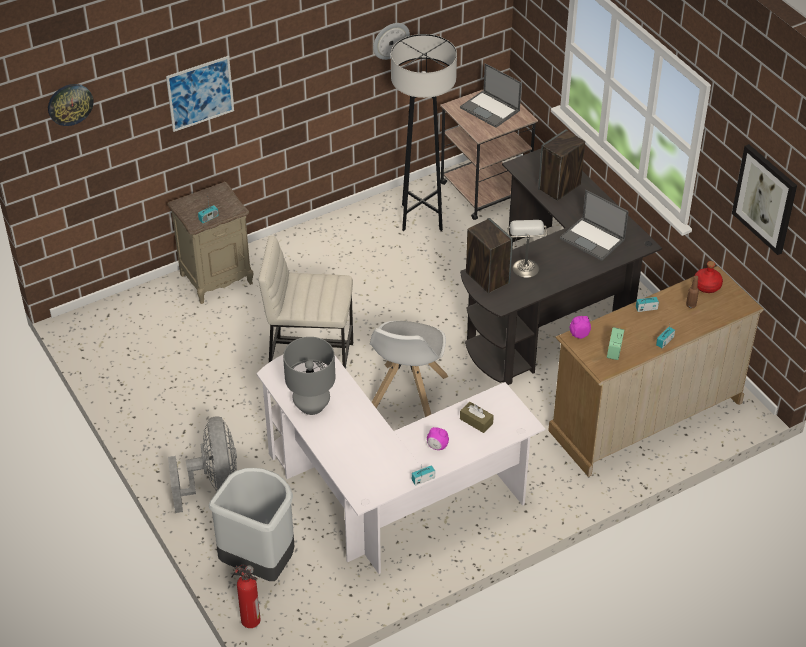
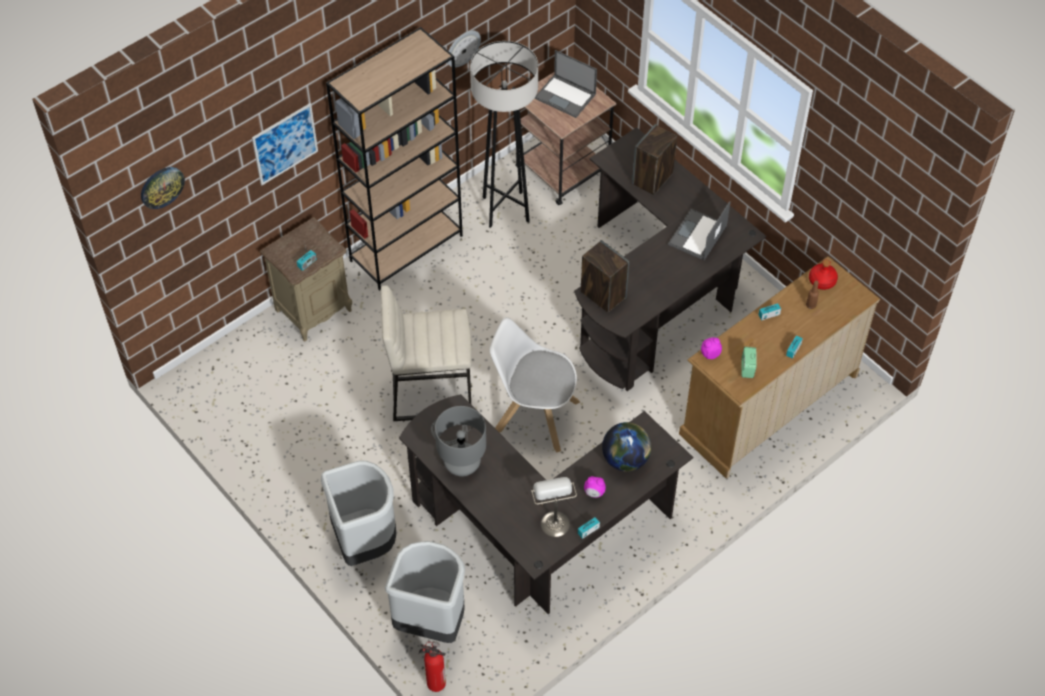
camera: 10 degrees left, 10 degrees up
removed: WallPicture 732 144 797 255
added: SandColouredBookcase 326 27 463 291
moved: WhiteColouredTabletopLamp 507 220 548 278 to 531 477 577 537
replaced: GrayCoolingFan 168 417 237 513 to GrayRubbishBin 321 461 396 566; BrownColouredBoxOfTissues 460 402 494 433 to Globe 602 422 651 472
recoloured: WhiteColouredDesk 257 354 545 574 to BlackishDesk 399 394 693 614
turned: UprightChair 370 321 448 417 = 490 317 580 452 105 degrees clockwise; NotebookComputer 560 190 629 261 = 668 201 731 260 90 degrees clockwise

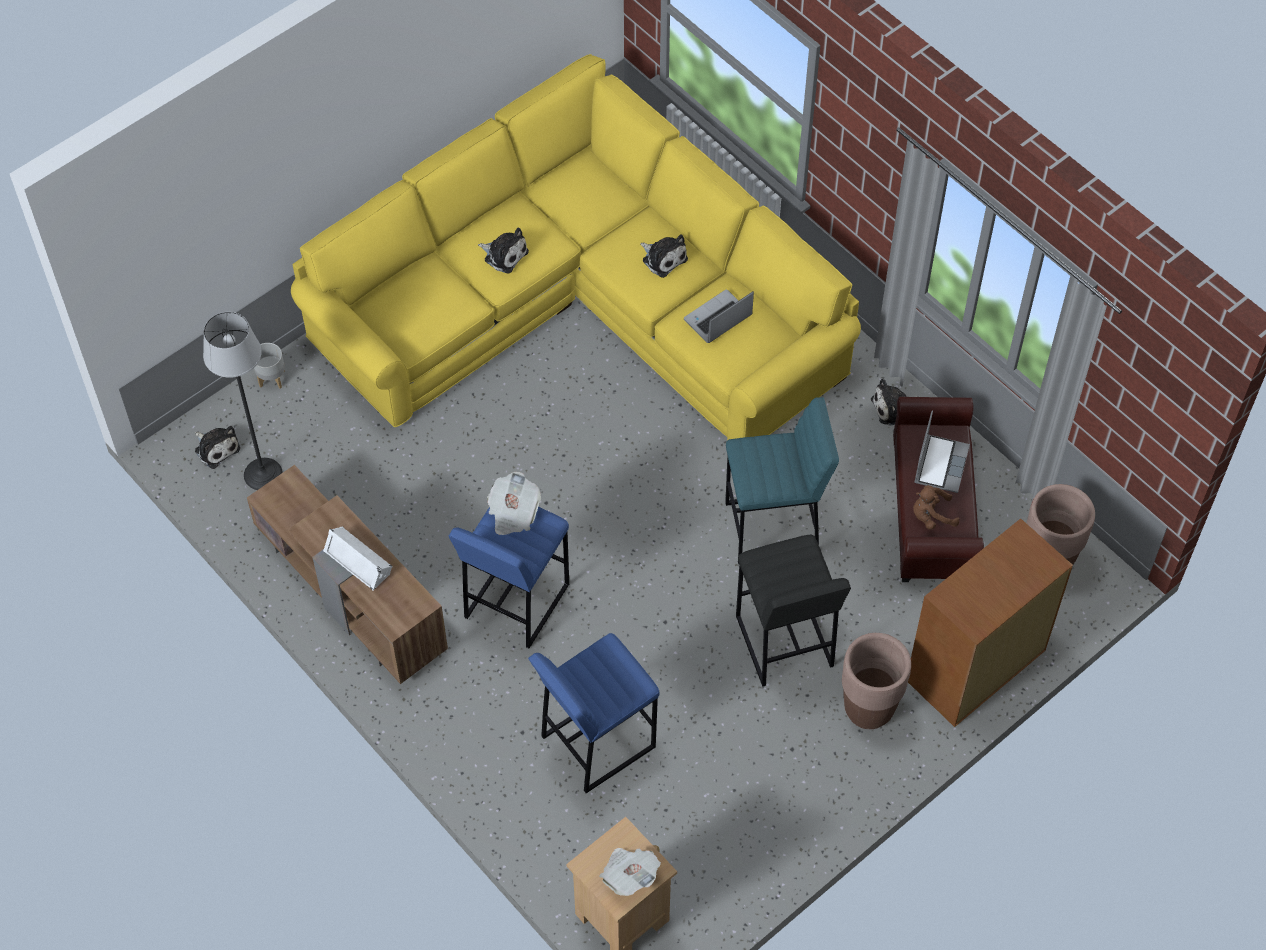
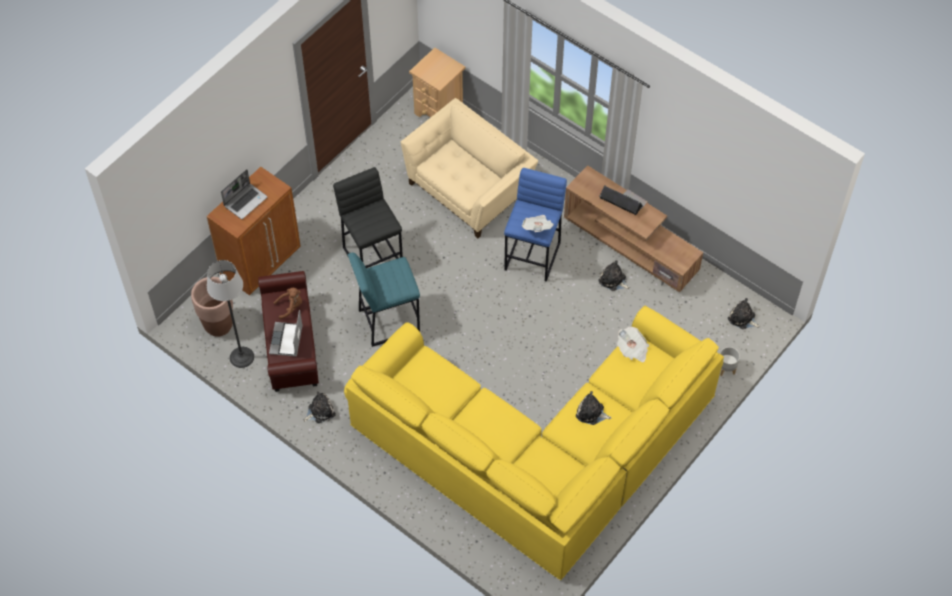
camera: 170 degrees right, 0 degrees up
removed: BrownColouredFlowerPot 842 633 911 729
moved: FloorLamp 203 312 283 490 to 207 260 254 368; PrintedPaper 599 848 661 896 to 617 327 649 362; PlushToy 640 234 688 278 to 598 260 630 291; NotebookComputer 684 289 754 343 to 221 169 267 219
replaced: BluishStool 528 633 660 793 to SandColouredArmchair 401 98 538 238
recoloured: WhiteColouredSpeaker 323 526 392 591 to BlackishSpeaker 599 185 643 215

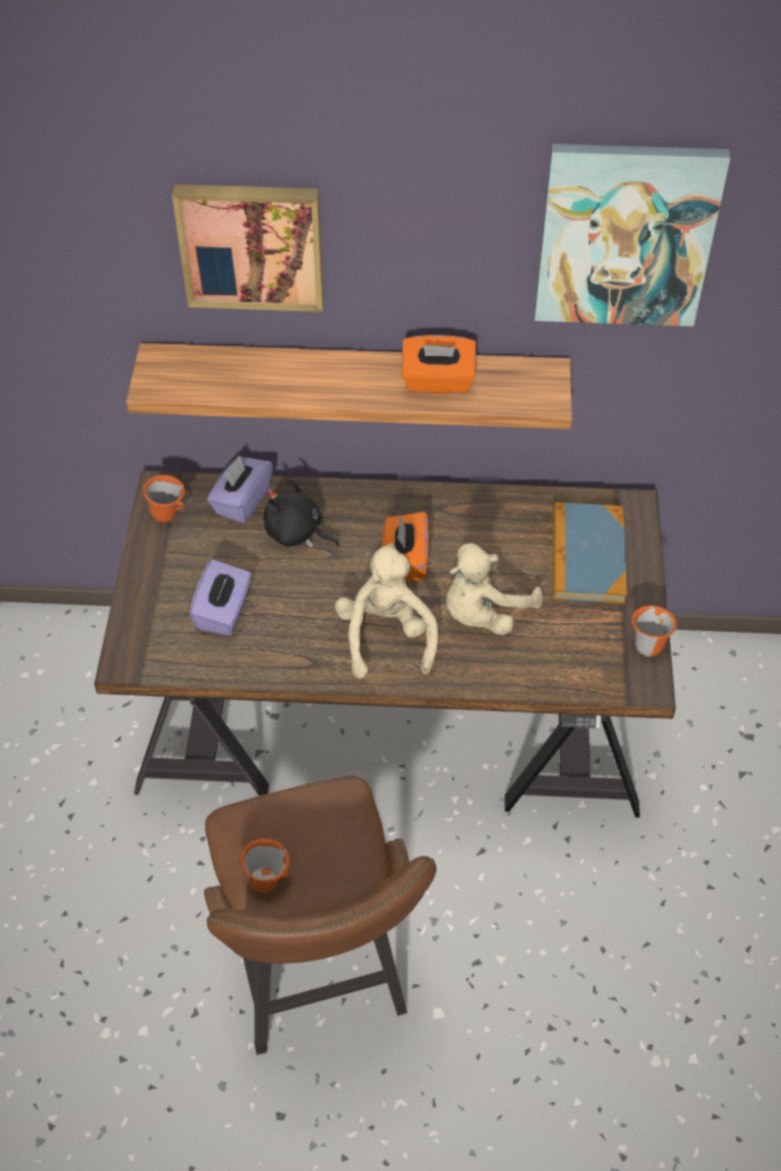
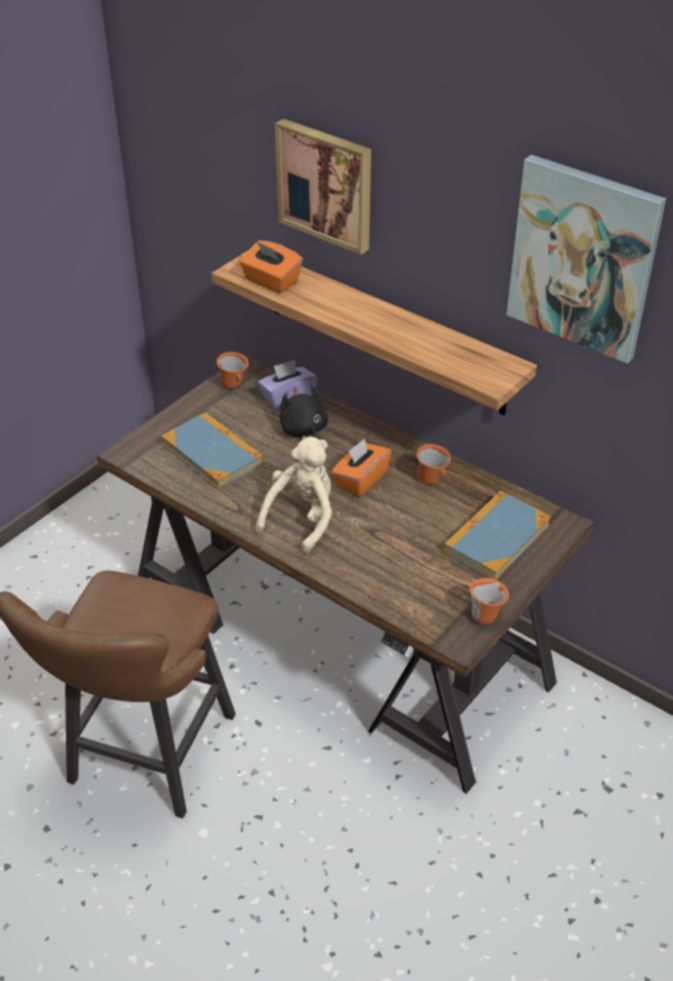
camera: 35 degrees right, 10 degrees down
removed: SandColouredPlushToy 446 543 543 635
moved: OrangeColouredCoffeeMug 240 838 290 892 to 416 444 451 485; OrangeColouredBoxOfTissues 402 335 476 394 to 239 240 303 293
replaced: PurpleBoxOfTissues 189 559 252 636 to BoundBook 161 412 264 490

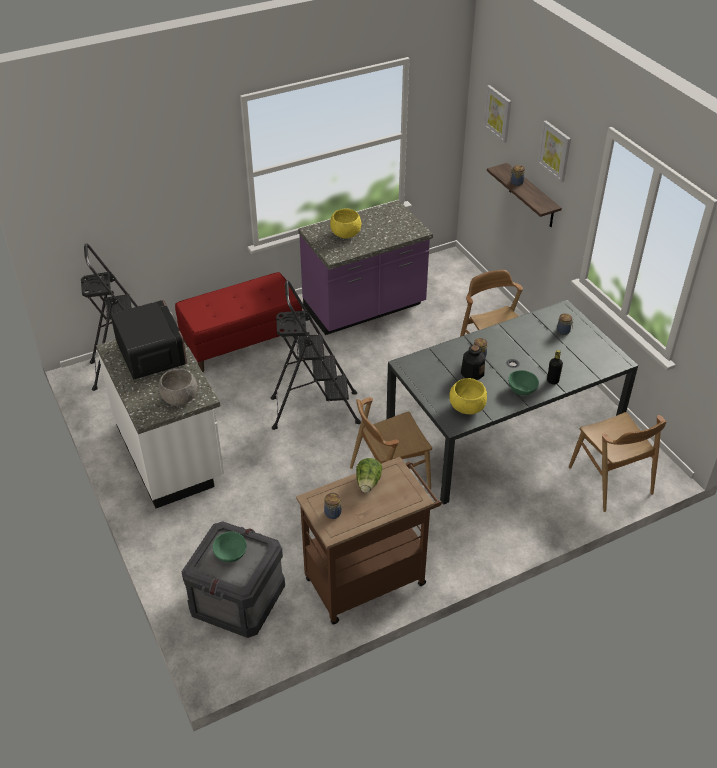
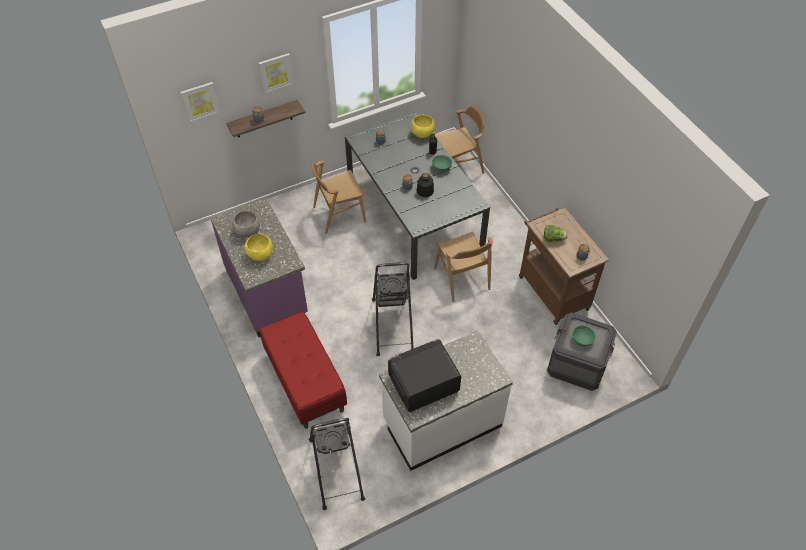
camera: 90 degrees left, 10 degrees up
moved: GrayDeepDish 159 369 197 406 to 232 211 260 237; YellowishDeepDish 449 378 487 414 to 411 115 435 138

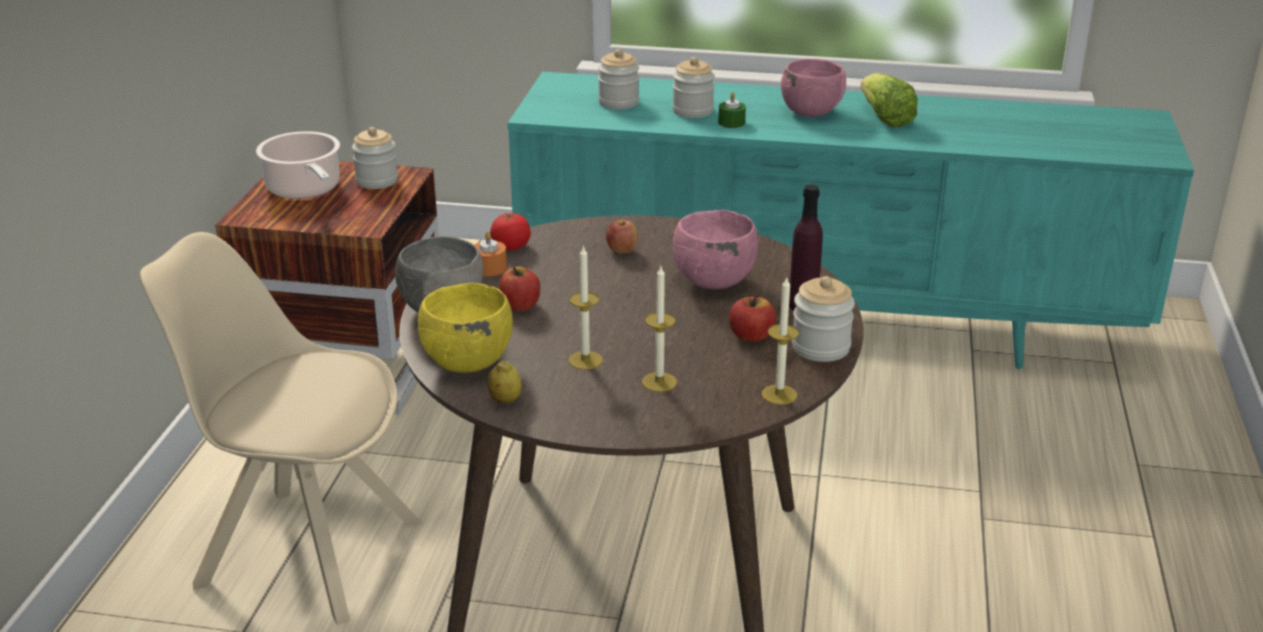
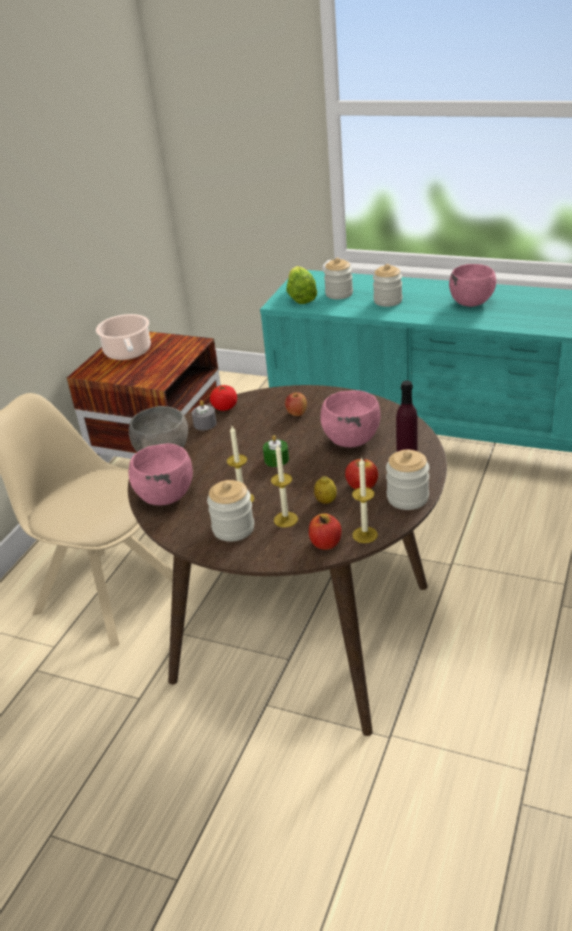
camera: 15 degrees right, 5 degrees up
moved: Jar 352 127 398 189 to 207 480 254 542; WholeLemon 488 361 521 404 to 314 476 337 504; Apple 499 267 540 311 to 309 513 342 550; GreenColouredWaxLight 718 92 746 128 to 263 435 289 467; HeadOfLettuce 860 73 918 127 to 286 266 317 304
recoloured: YellowishDeepDish 418 283 513 373 to PinkishDeepDish 129 443 193 505; OrangeColouredWaxLight 474 231 507 276 to GrayWaxLight 192 400 217 430

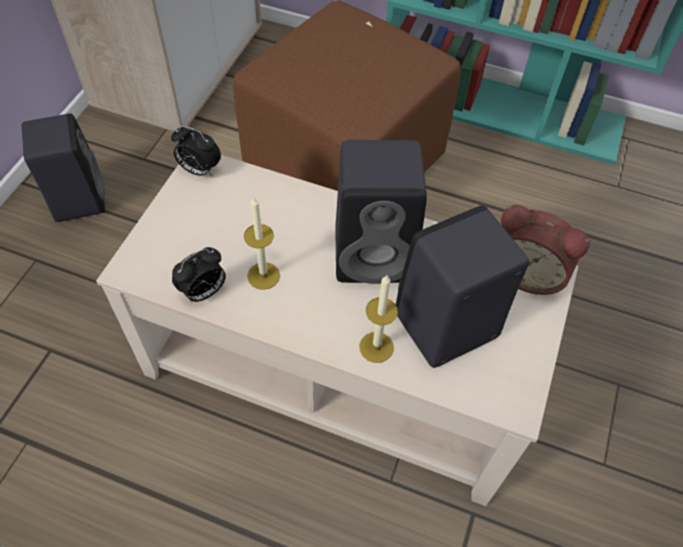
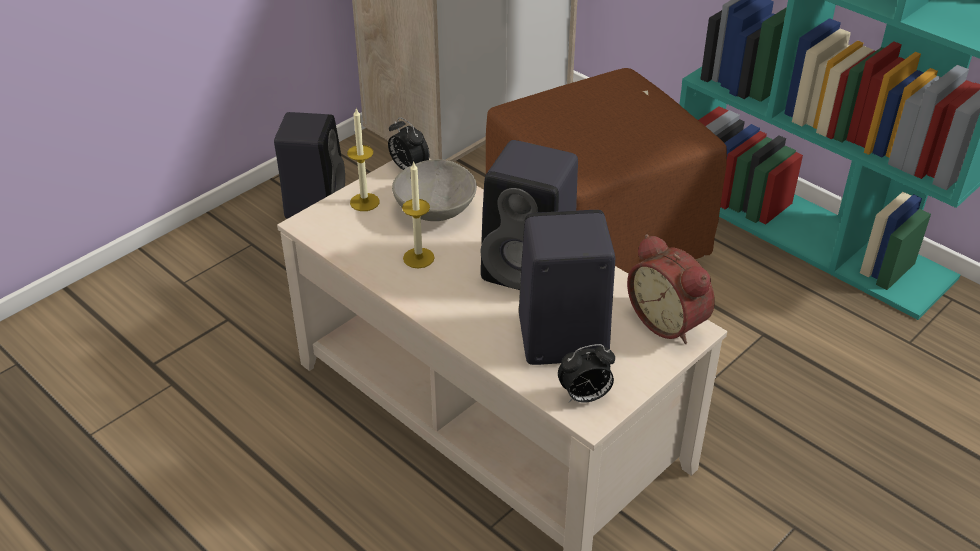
camera: 25 degrees right, 15 degrees down
added: GrayDeepDish 392 159 477 221
moved: BedsideClock 172 247 226 302 to 558 344 615 403; WaxLight 359 275 398 363 to 347 109 380 211

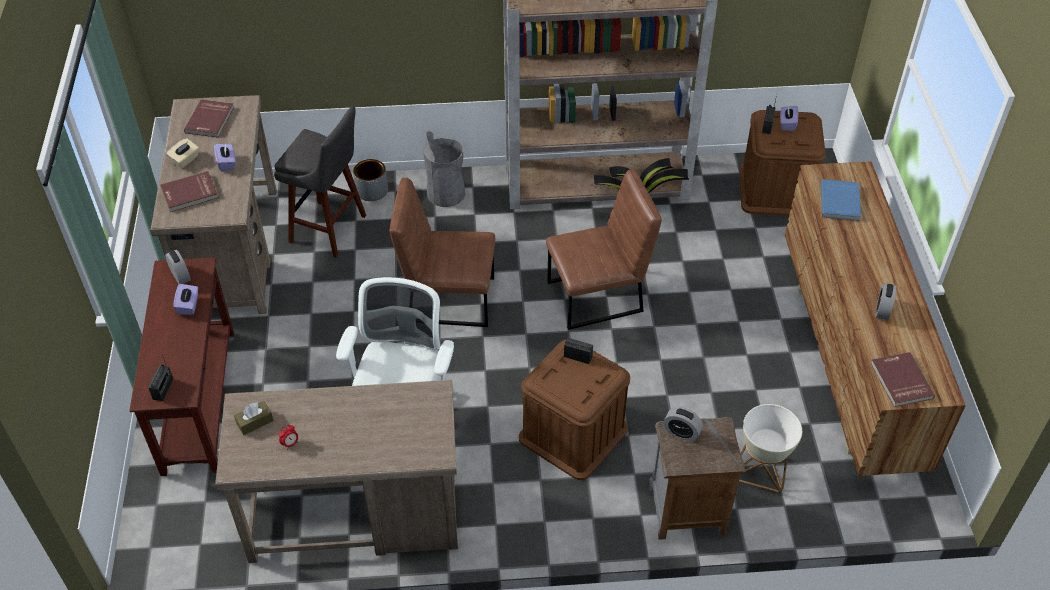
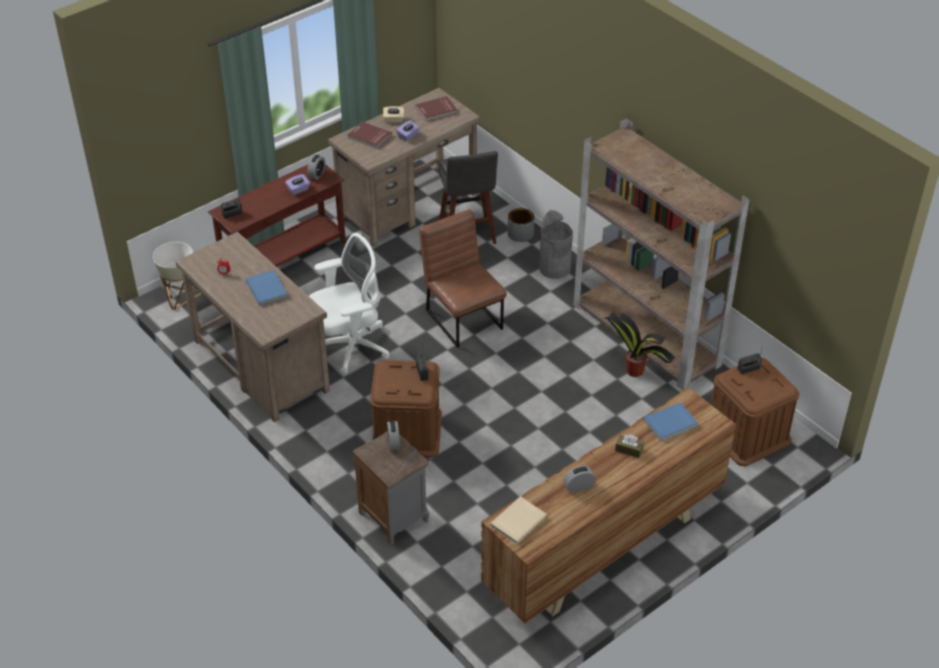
camera: 55 degrees right, 5 degrees down
removed: BrownColouredUprightChair 546 169 662 330; PurpleBoxOfTissues 780 105 798 131
added: BluishBoundBook 246 270 288 306
moved: BrownColouredBoxOfTissues 234 401 273 435 to 615 434 644 458; FlowerPot 739 404 802 493 to 153 242 202 310
recoloured: ReddishBoundBook 871 352 935 407 to SandColouredBoundBook 490 496 547 545

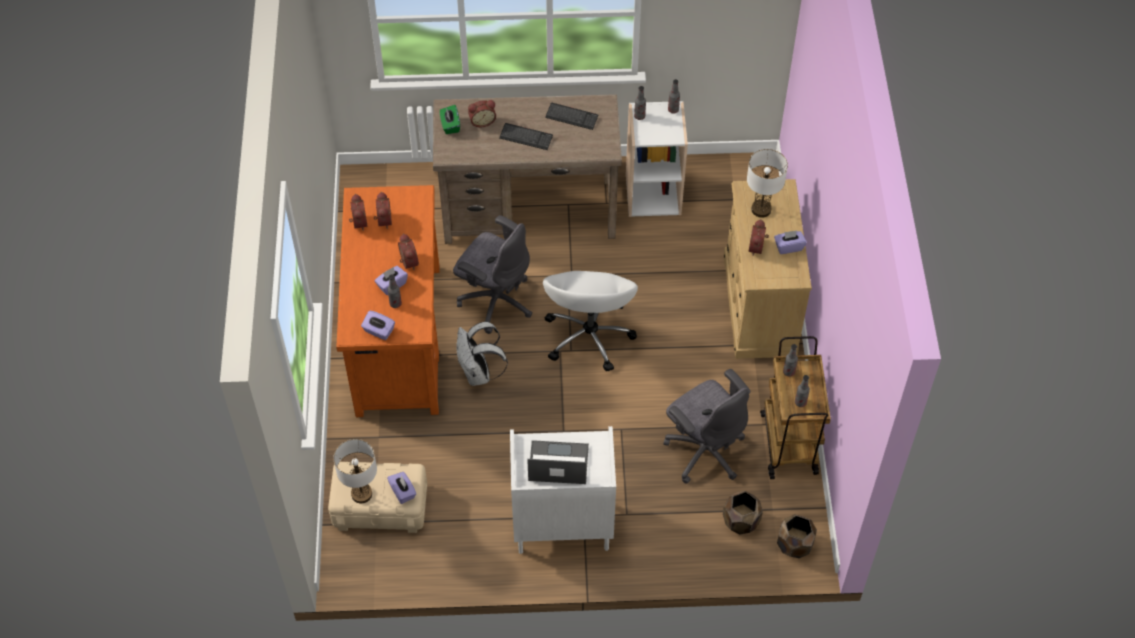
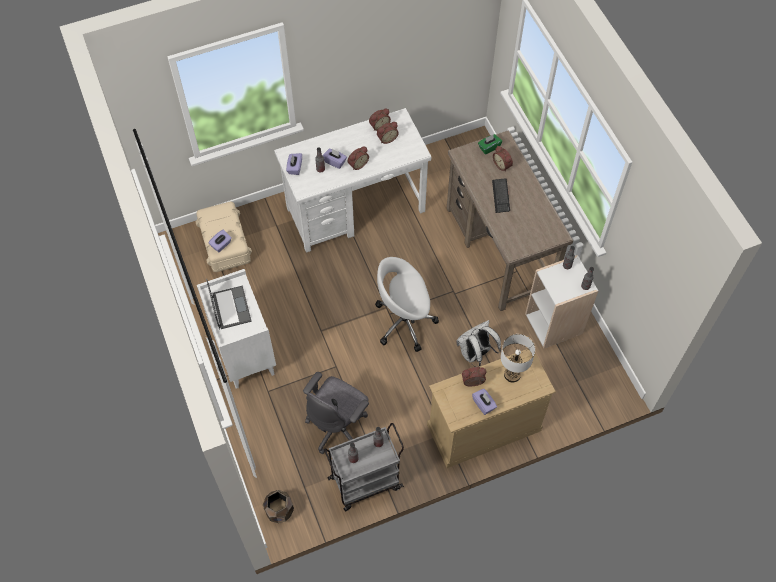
camera: 70 degrees right, 5 degrees up
removed: TabletopLamp 333 439 377 503; GrayDeskChair 453 215 533 334; Keyboard 545 103 598 130; BrownColouredFlowerPot 723 491 763 535
moved: WhiteColouredKnapsack 456 321 508 386 to 457 320 501 367
recoloured: OrangeColouredDesk 336 185 440 417 to WhiteColouredDesk 274 108 431 253; BrownColouredTrolley 760 336 831 479 to GrayTrolley 324 423 404 512

